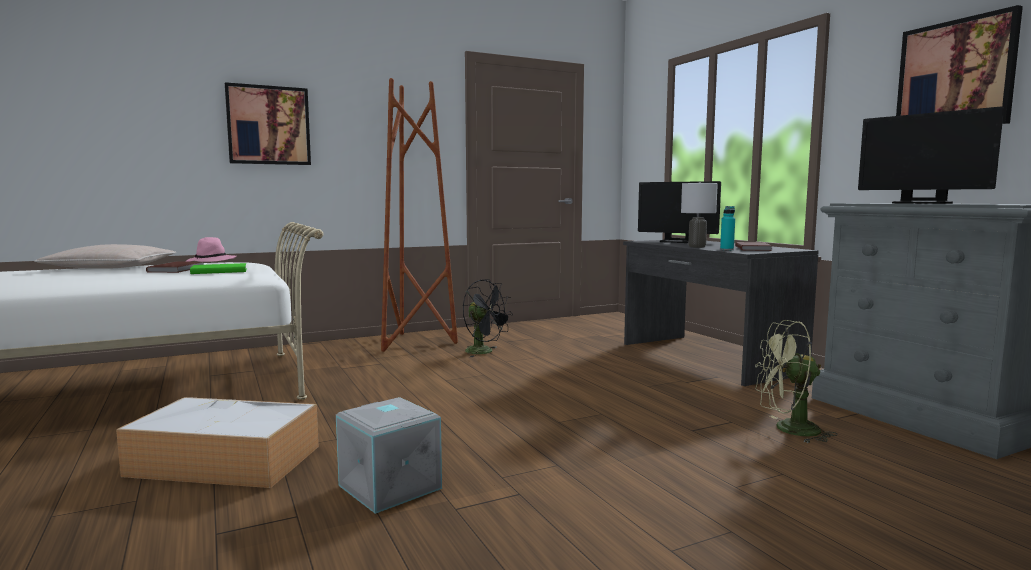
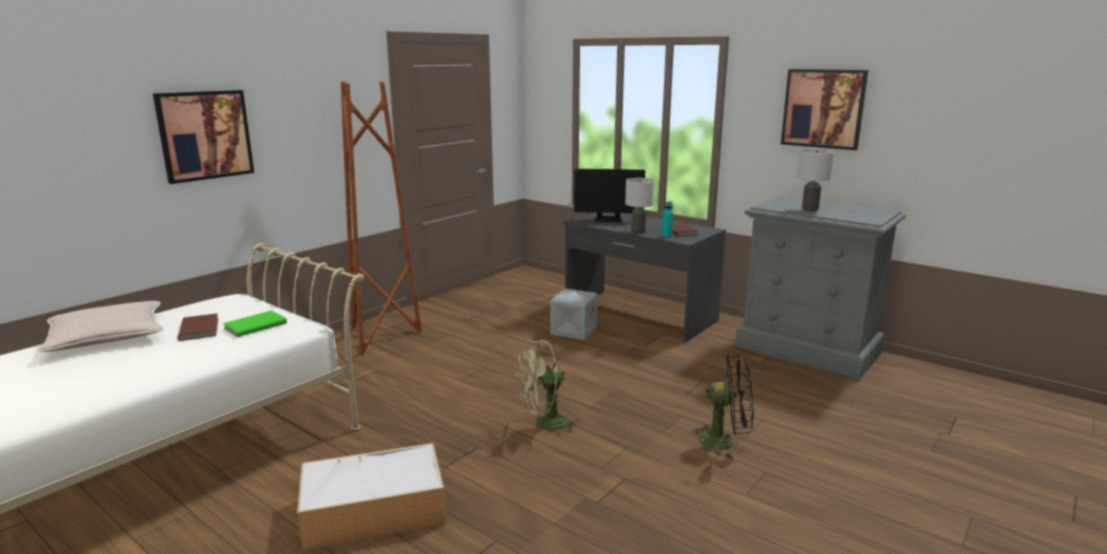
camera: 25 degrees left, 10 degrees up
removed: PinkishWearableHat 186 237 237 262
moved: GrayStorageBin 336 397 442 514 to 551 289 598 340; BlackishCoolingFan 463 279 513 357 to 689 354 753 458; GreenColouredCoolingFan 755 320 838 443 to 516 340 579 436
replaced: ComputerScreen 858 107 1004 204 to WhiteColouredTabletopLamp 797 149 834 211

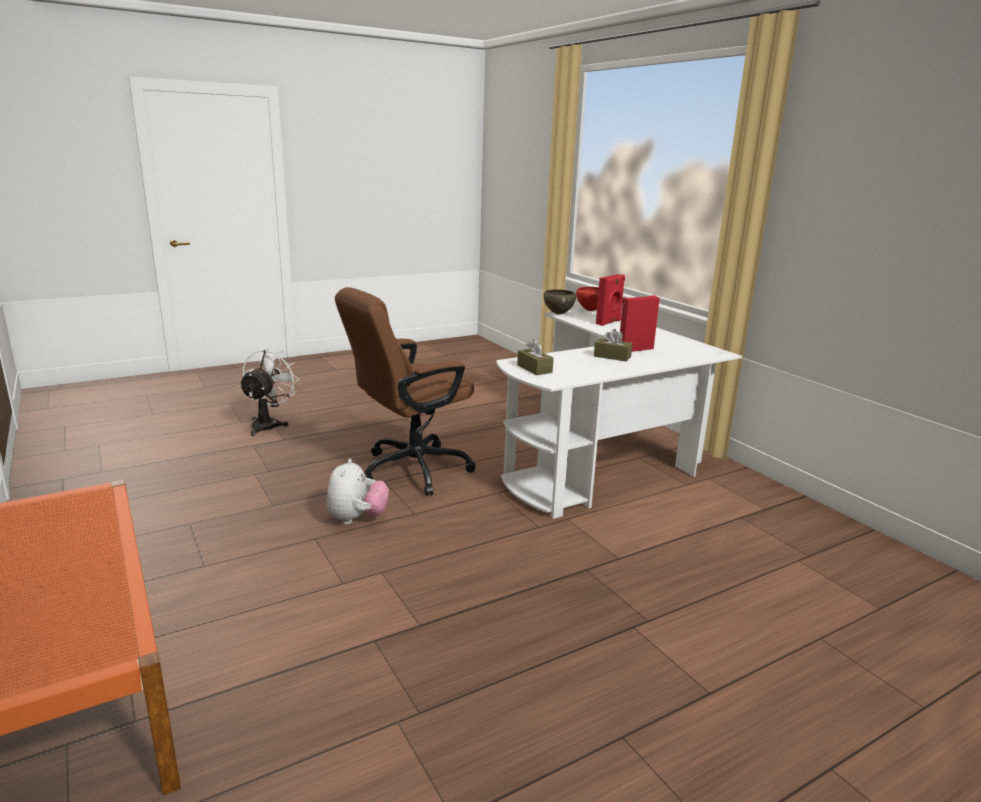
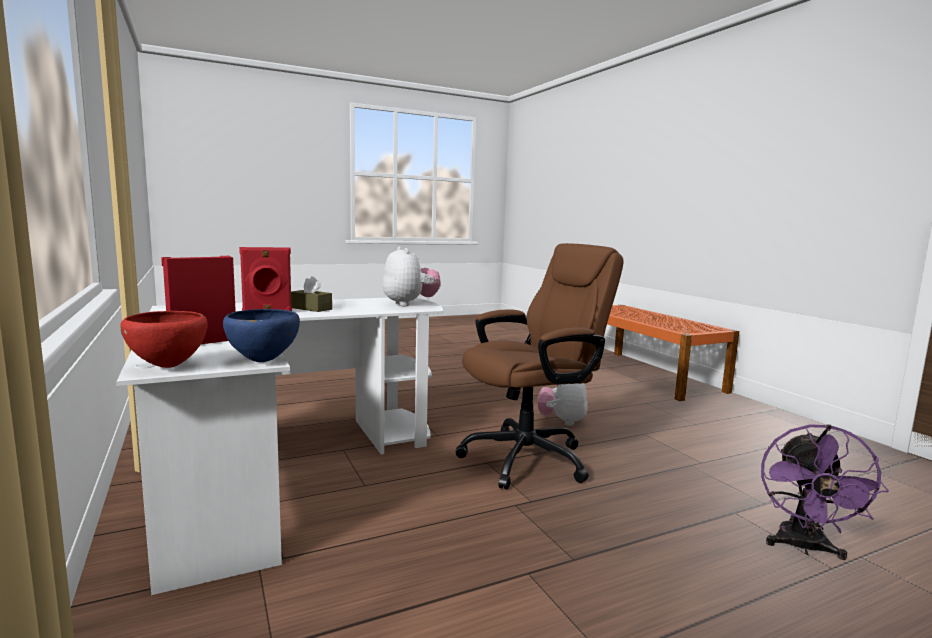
camera: 175 degrees left, 10 degrees down
replaced: BrownColouredBoxOfTissues 517 339 554 375 to PlushToy 382 246 441 306
recoloured: WhiteColouredCoolingFan 239 348 300 436 to PurpleCoolingFan 761 424 889 560; BrownColouredDeepDish 544 289 576 314 to BluishDeepDish 223 309 300 362

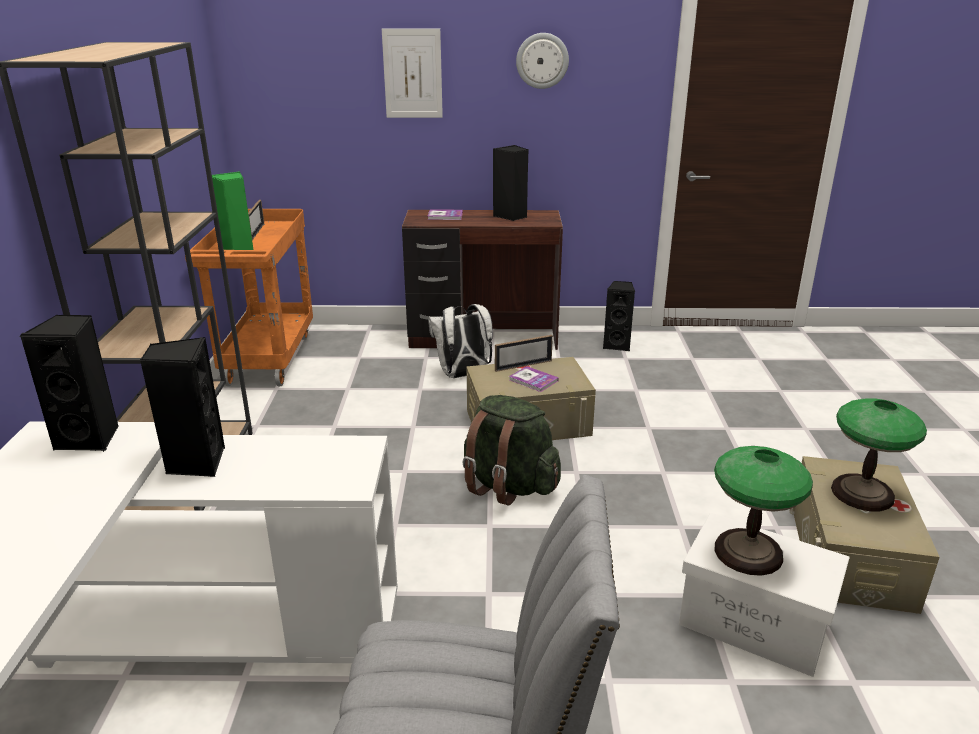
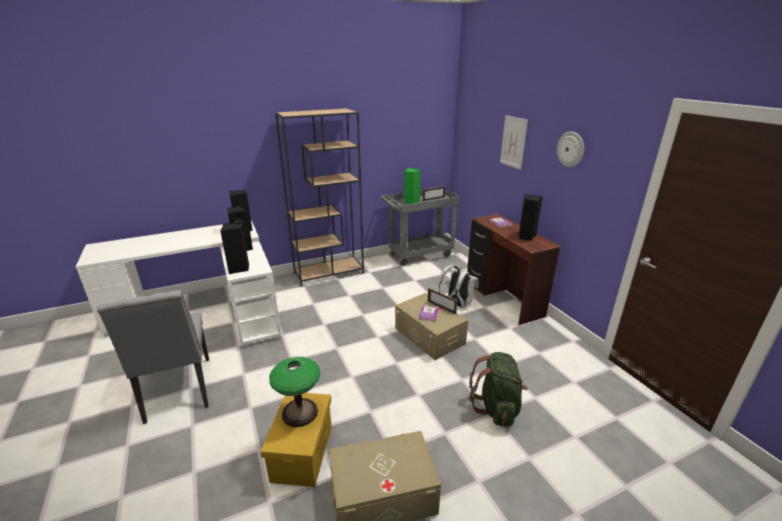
camera: 65 degrees right, 0 degrees up
removed: TabletopLamp 831 398 927 511
moved: GreenColouredKnapsack 463 395 561 506 to 469 352 528 427; BlackishSpeaker 603 281 635 351 to 221 223 249 274
recoloured: OrangeColouredTrolley 185 209 313 386 to GrayTrolley 380 189 459 266; WhiteColouredStorageBin 679 513 850 677 to YellowishStorageBin 260 393 332 487

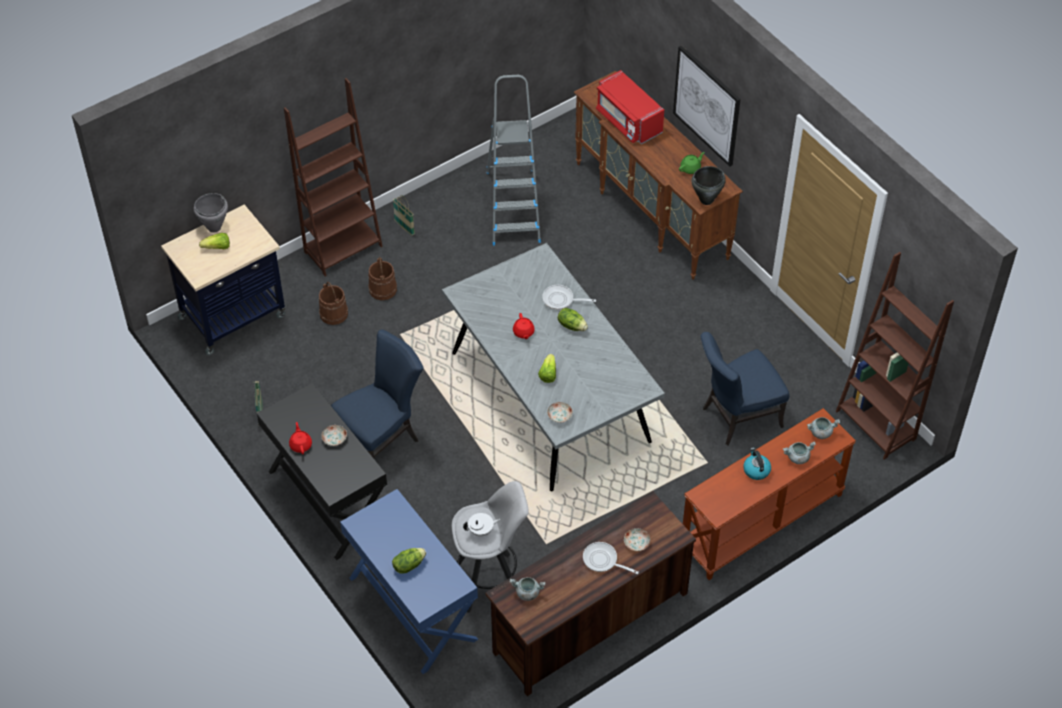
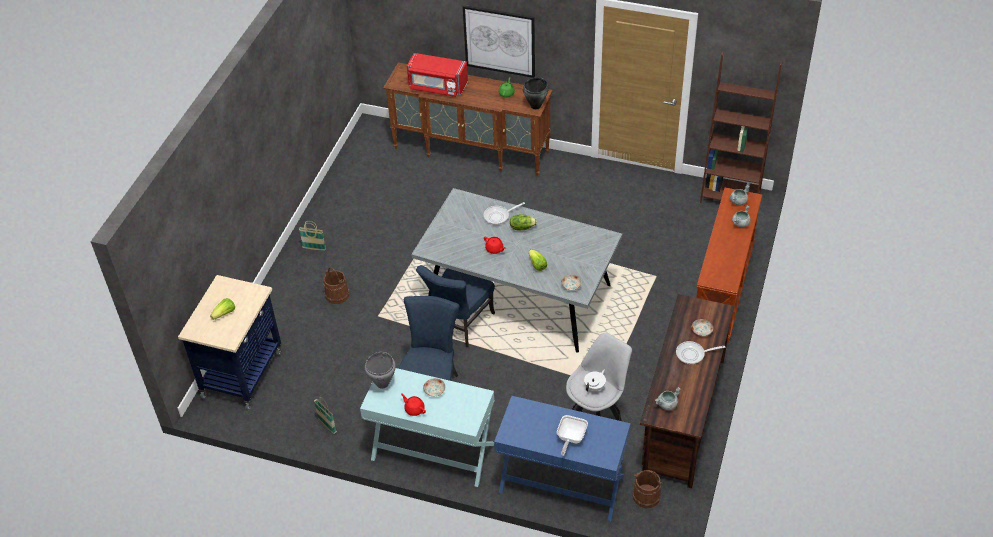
camera: 35 degrees left, 5 degrees down
removed: BrownColouredBookcase 284 78 383 277; GrayStepLadder 486 75 541 246; TeaKettle 743 448 771 480
moved: GrayStockpot 194 193 228 233 to 365 352 396 389; BrownColouredPail 319 282 348 325 to 633 470 662 508; BluishUprightChair 701 332 789 445 to 416 265 495 347
replaced: HeadOfLettuce 392 548 426 574 to FryingPan 557 415 588 456
recoloured: BlackishDesk 257 383 387 560 to TurquoiseDesk 360 368 494 487

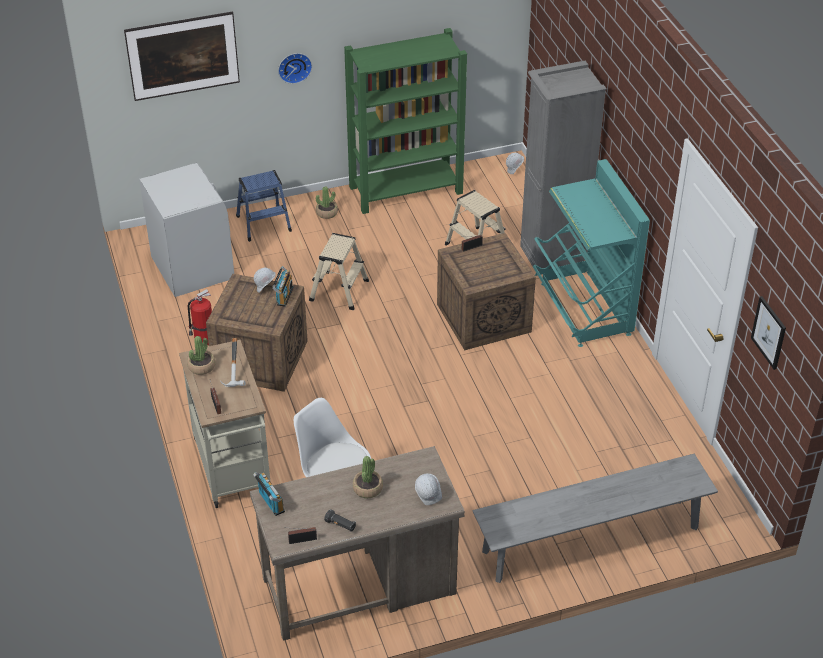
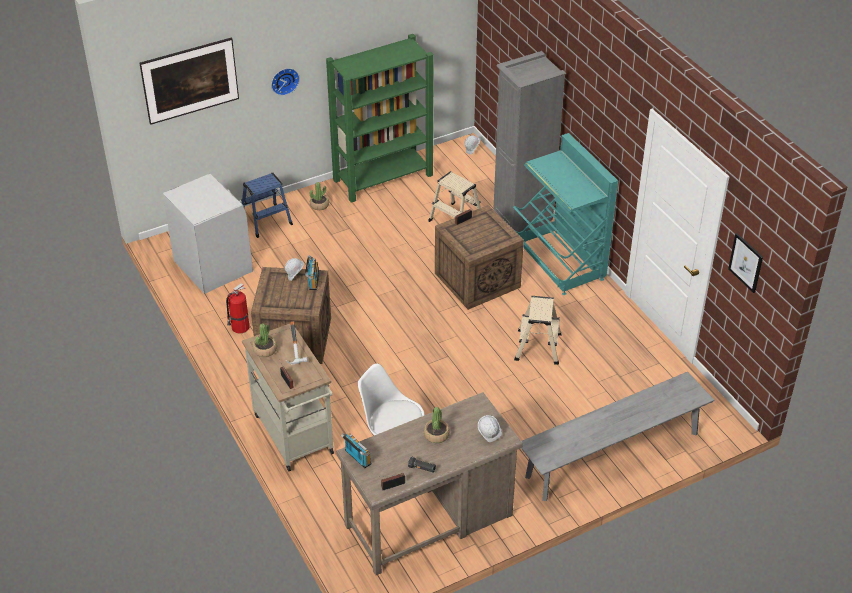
camera: 10 degrees left, 0 degrees up
moved: SandColouredStepLadder 309 233 369 310 to 514 296 562 365

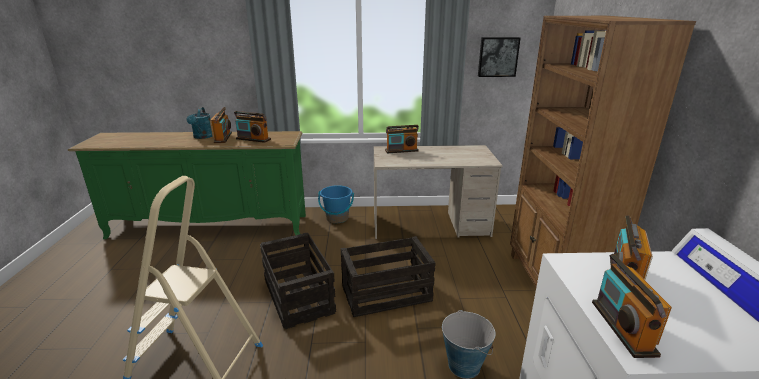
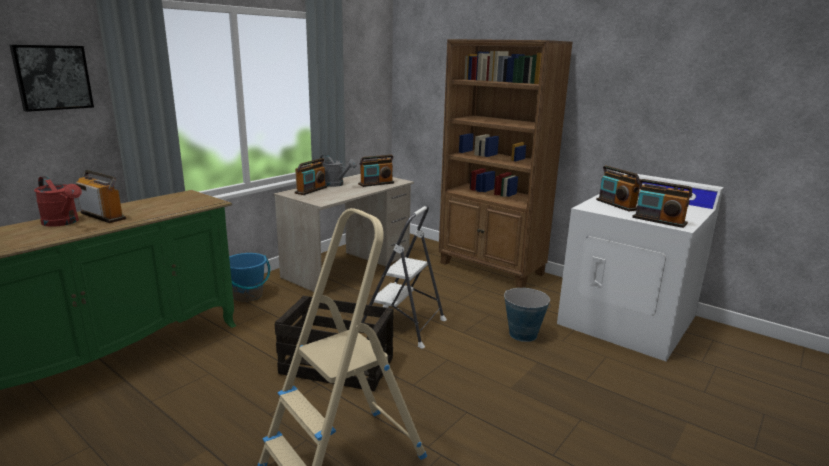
camera: 50 degrees left, 5 degrees down
added: GrayWateringPot 319 155 357 187
moved: RadioSet 234 111 271 143 to 358 155 394 187; WallPicture 478 37 521 77 to 10 45 94 112
replaced: PackingCrate 341 236 435 317 to WhiteColouredStepLadder 361 206 447 349
recoloured: TurquoiseWateringPot 186 107 212 139 to ReddishWateringPot 34 176 82 227

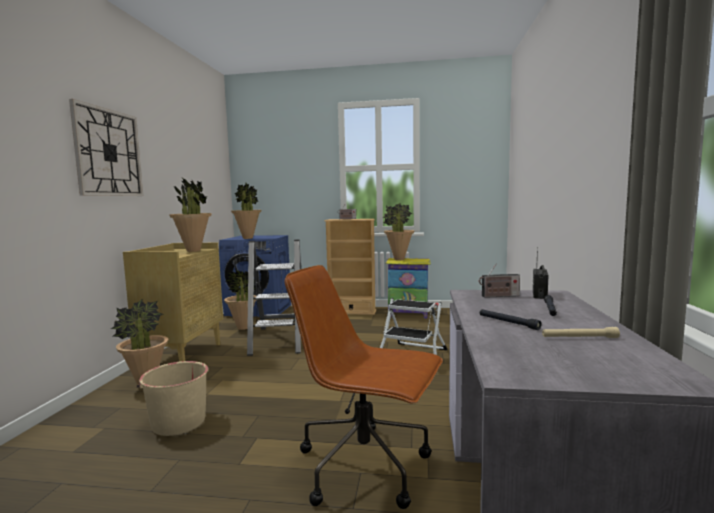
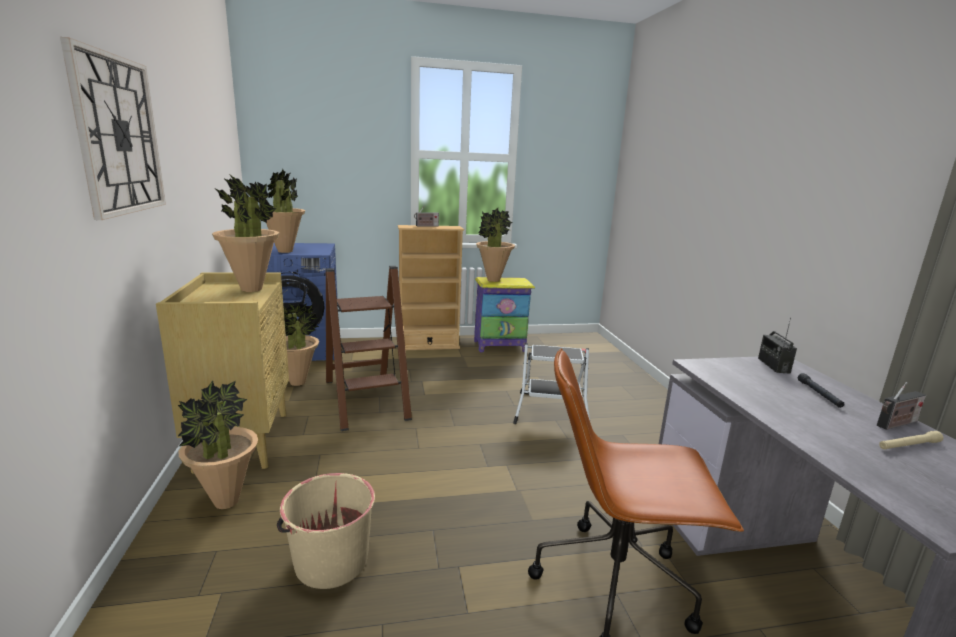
camera: 20 degrees left, 10 degrees up
removed: BlackishTorch 480 309 541 330
moved: RadioSet 479 264 520 298 to 877 382 926 430
recoloured: GrayStepLadder 247 239 302 356 to BrownColouredStepLadder 325 266 412 431

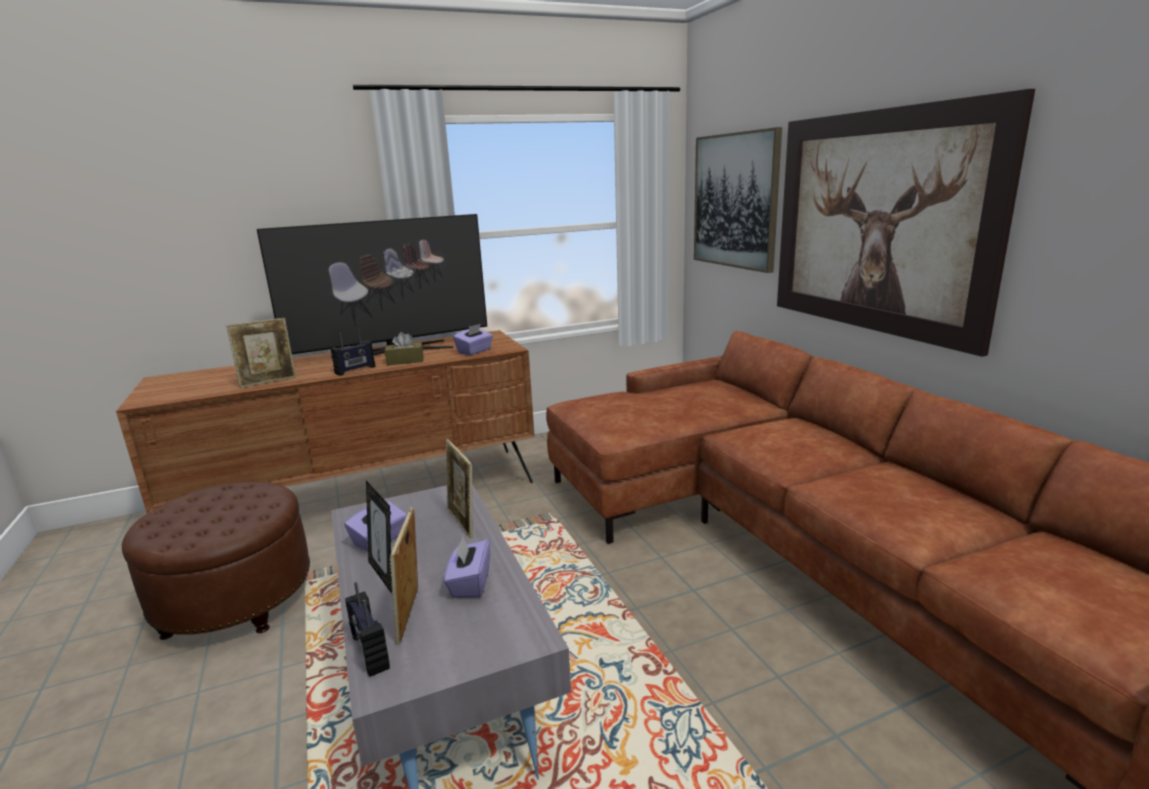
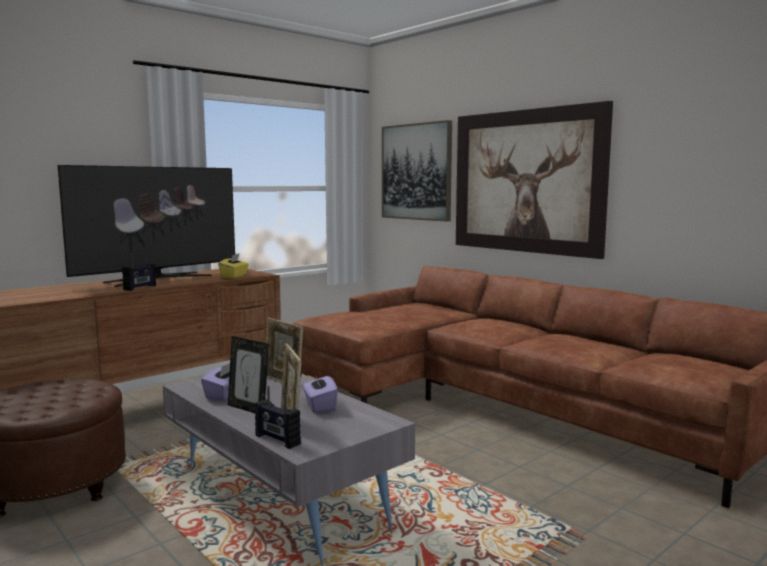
camera: 20 degrees left, 10 degrees down
removed: StandingFrame 226 318 296 388; BrownColouredBoxOfTissues 385 332 424 365
recoloured: PurpleBoxOfTissues 453 324 493 355 to YellowishBoxOfTissues 218 254 249 278

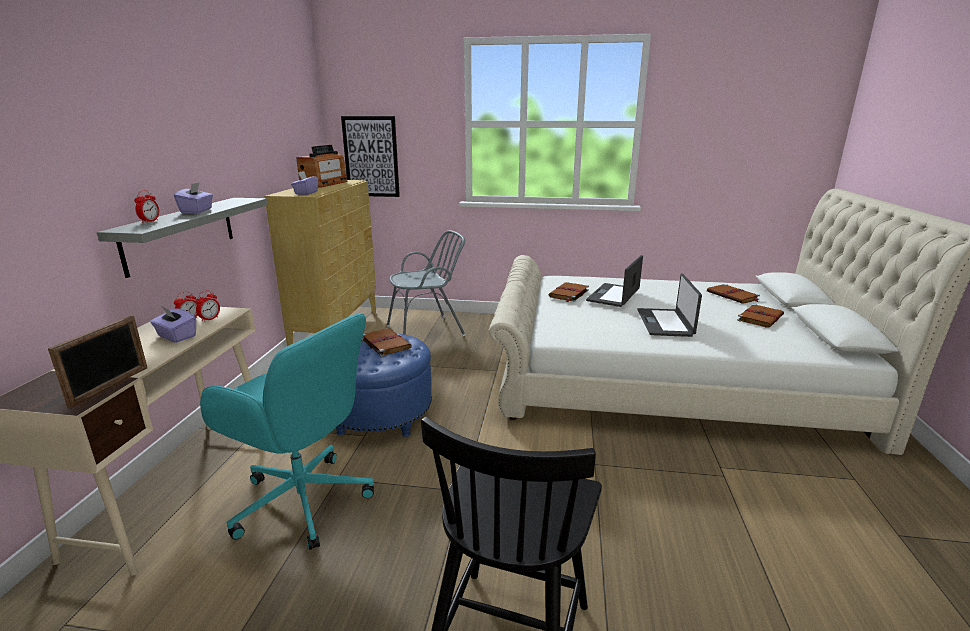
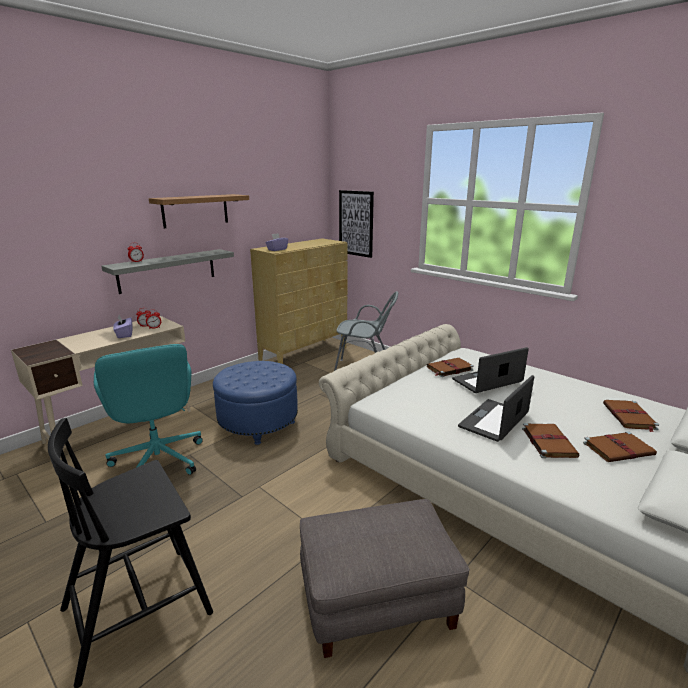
camera: 35 degrees right, 0 degrees up
removed: StandingFrame 48 315 147 408; PurpleBoxOfTissues 174 182 213 213; RadioSet 296 145 348 188
added: BracketShelf 149 194 249 228; GrayPouffe 300 499 470 658
moved: BrownColouredBoundBook 362 328 412 357 to 522 423 580 458

